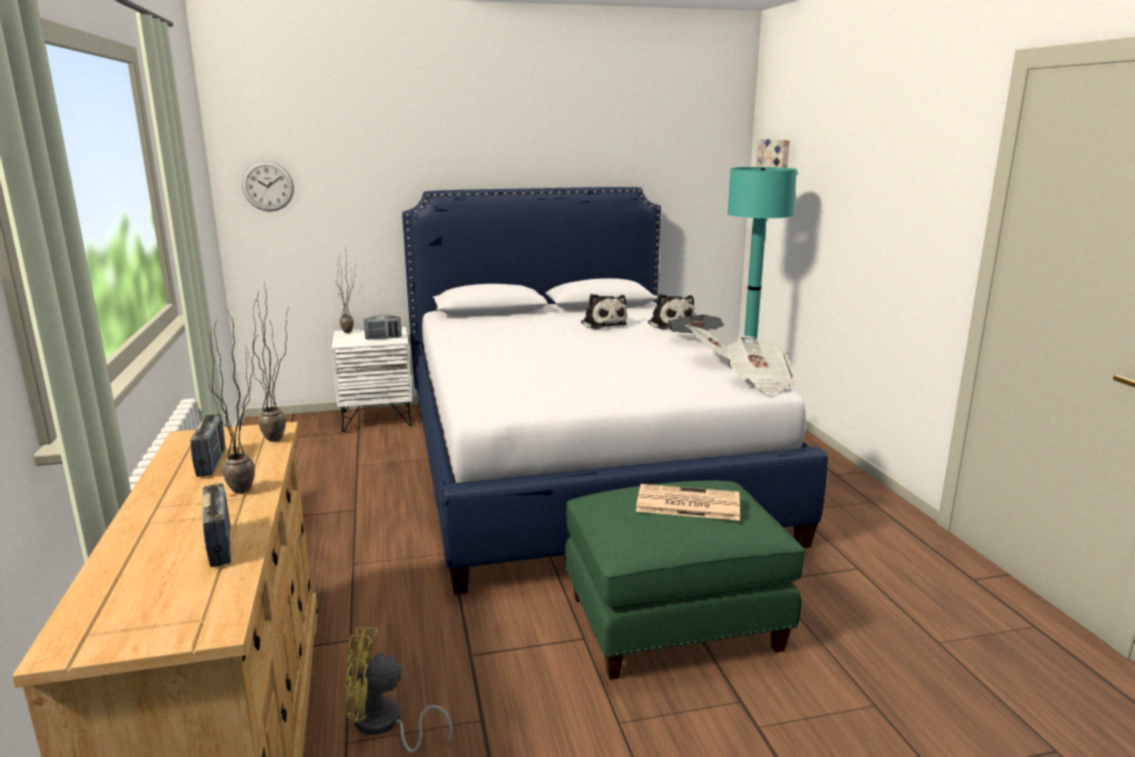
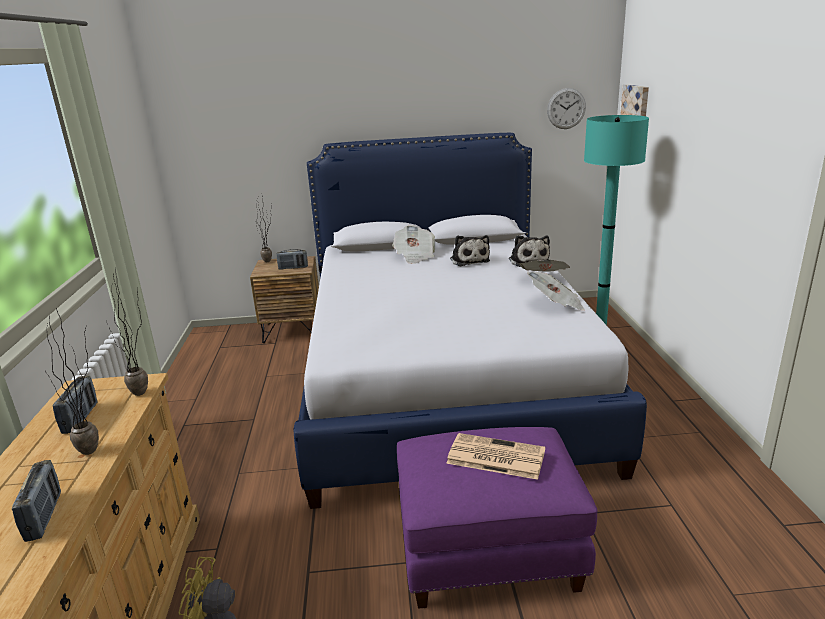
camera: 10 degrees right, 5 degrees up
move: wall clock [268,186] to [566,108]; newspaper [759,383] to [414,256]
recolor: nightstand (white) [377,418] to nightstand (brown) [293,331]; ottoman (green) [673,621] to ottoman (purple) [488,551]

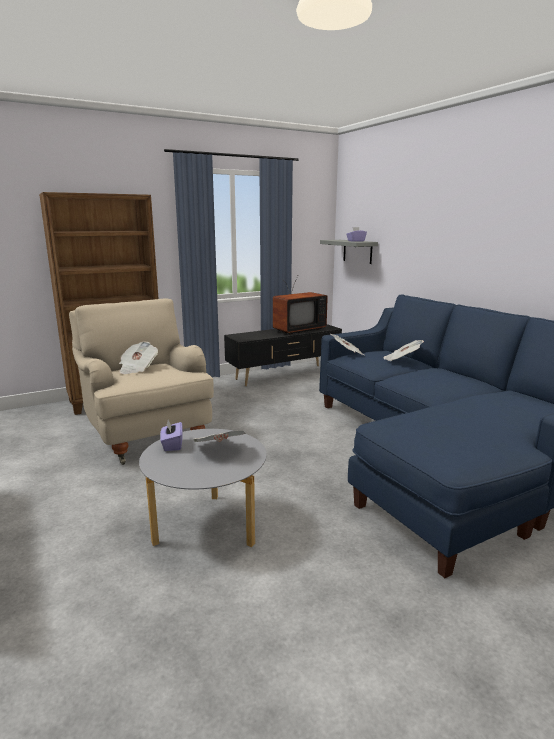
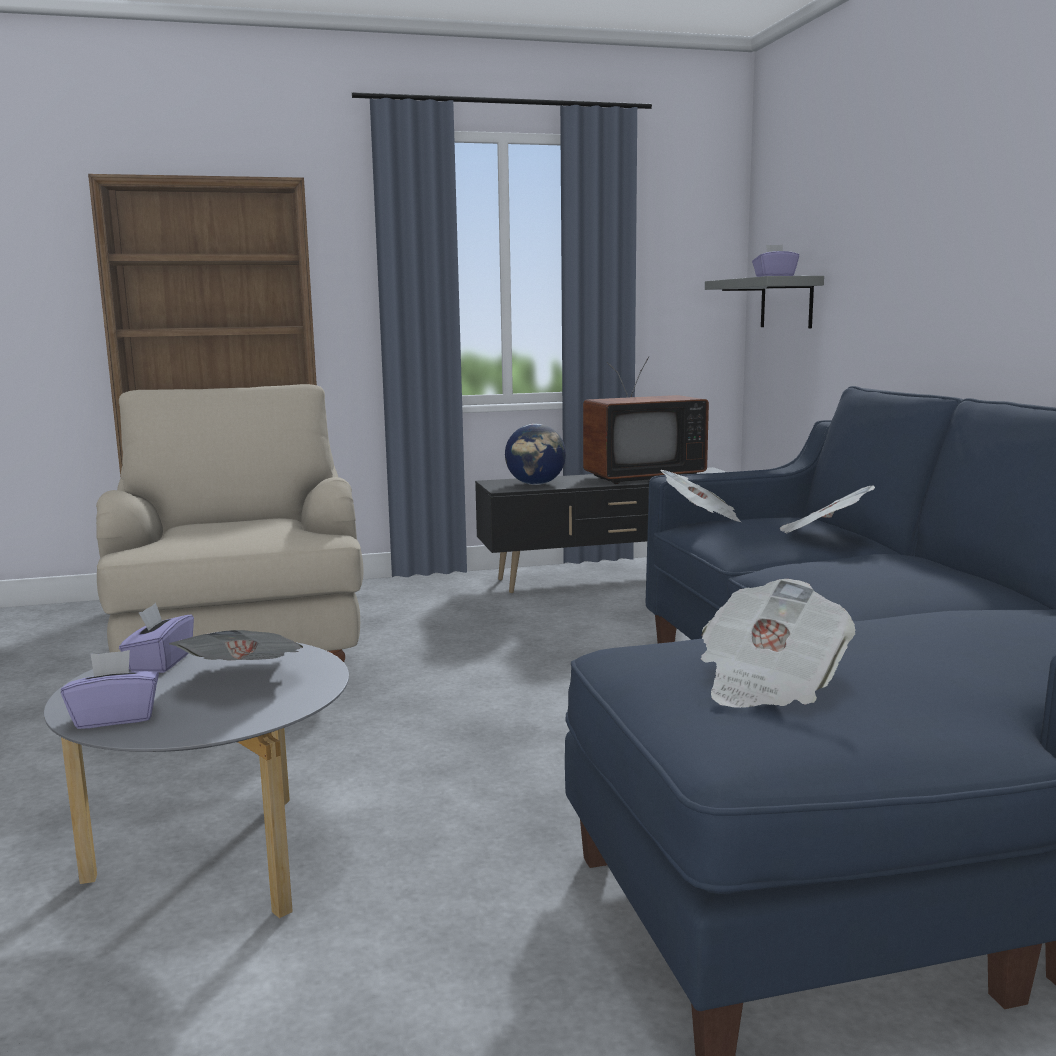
camera: 15 degrees right, 5 degrees down
insert: tissue box (purple) [115,717]; globe [536,484]
move: newspaper [137,368] to [768,683]

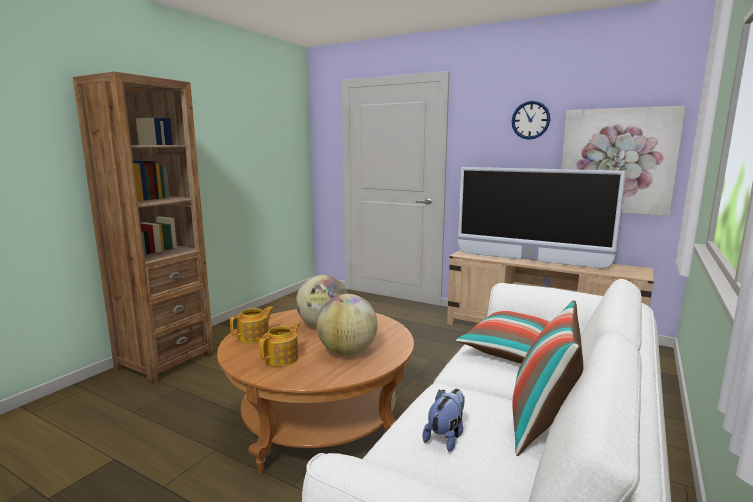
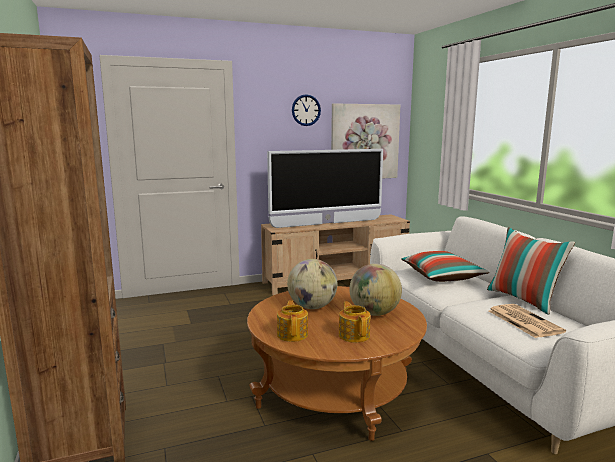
camera: 50 degrees left, 0 degrees up
replace: plush toy [446,436] to newspaper [523,321]

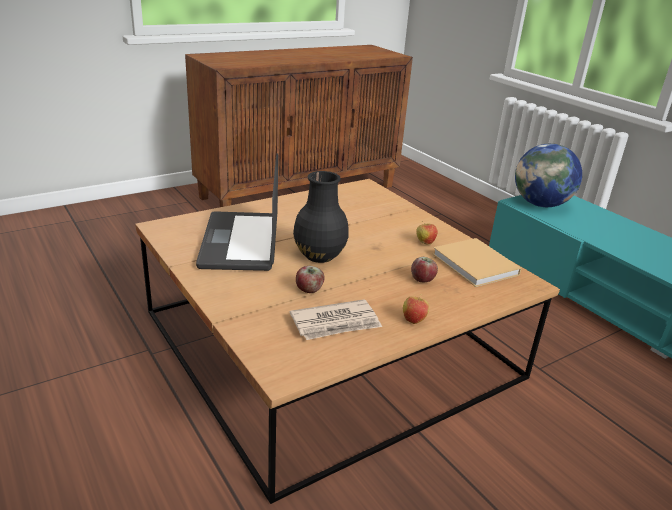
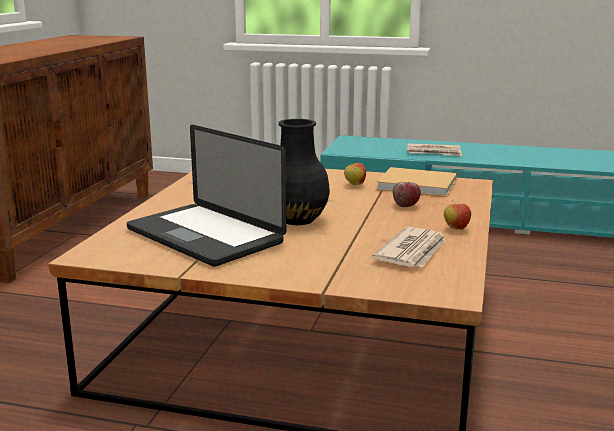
camera: 40 degrees left, 10 degrees down
delete: apple [309,290]; globe [540,204]
insert: newspaper [434,152]

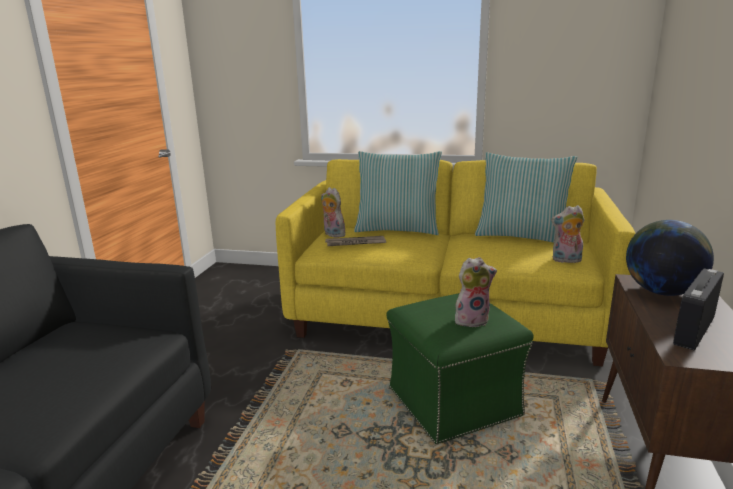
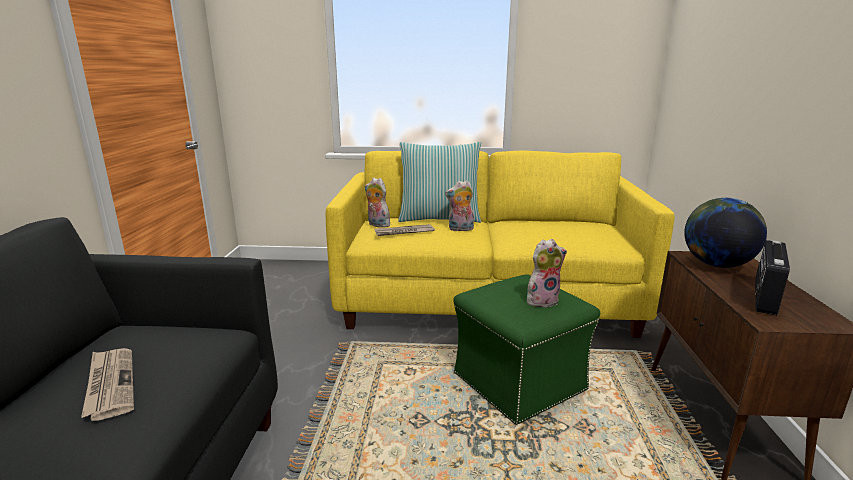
camera: 10 degrees left, 0 degrees up
delete: pillow [521,236]
insert: newspaper [110,384]
move: plush toy [566,260] to [460,229]

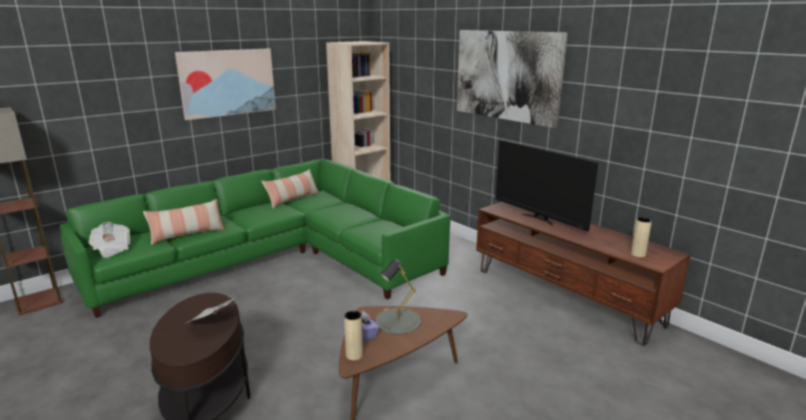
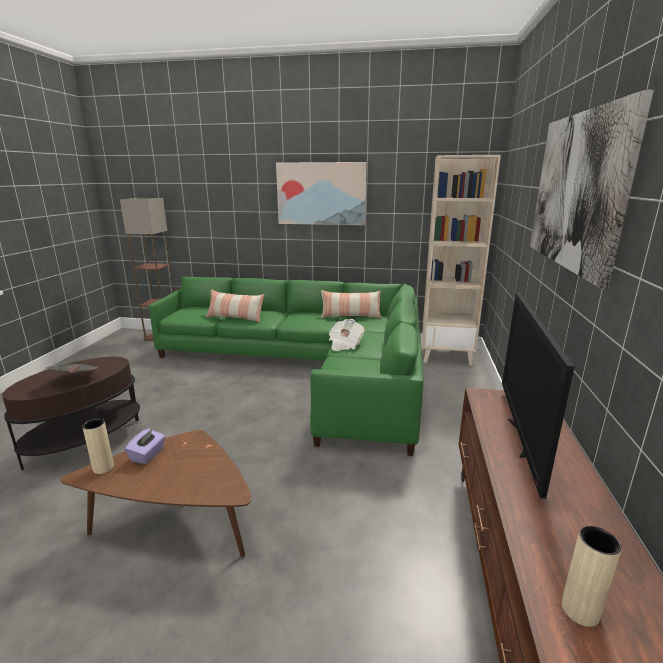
camera: 50 degrees right, 0 degrees up
delete: table lamp (grey) [398,321]
move: newspaper [112,249] to [345,344]

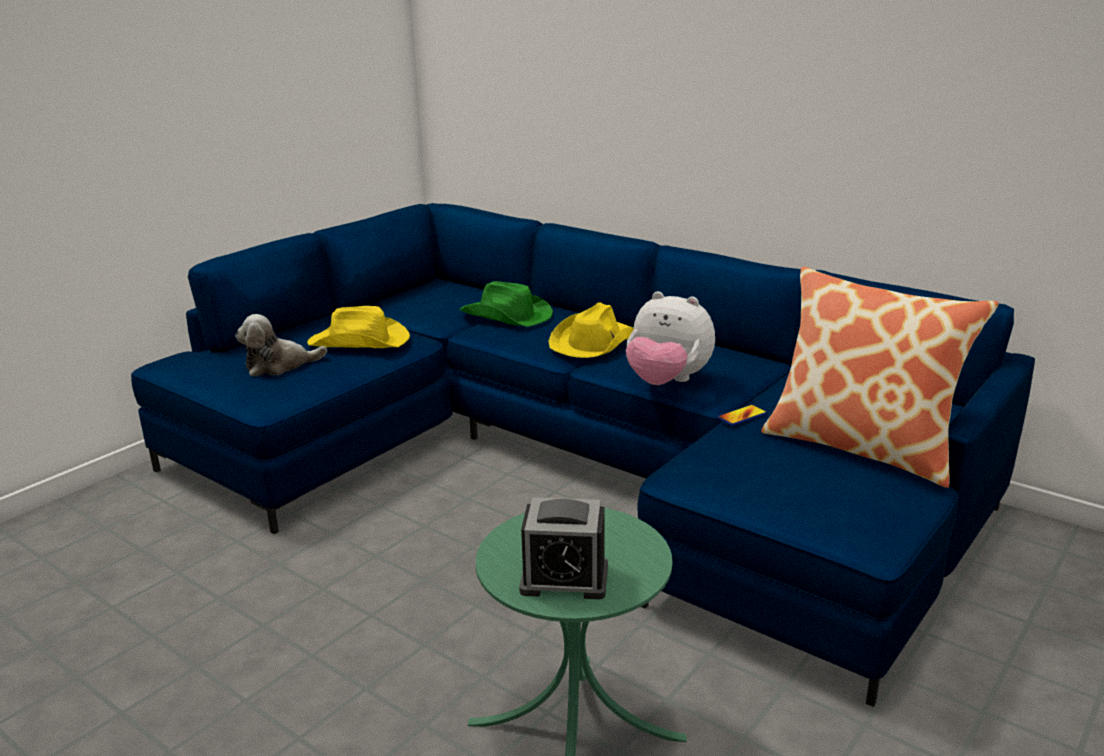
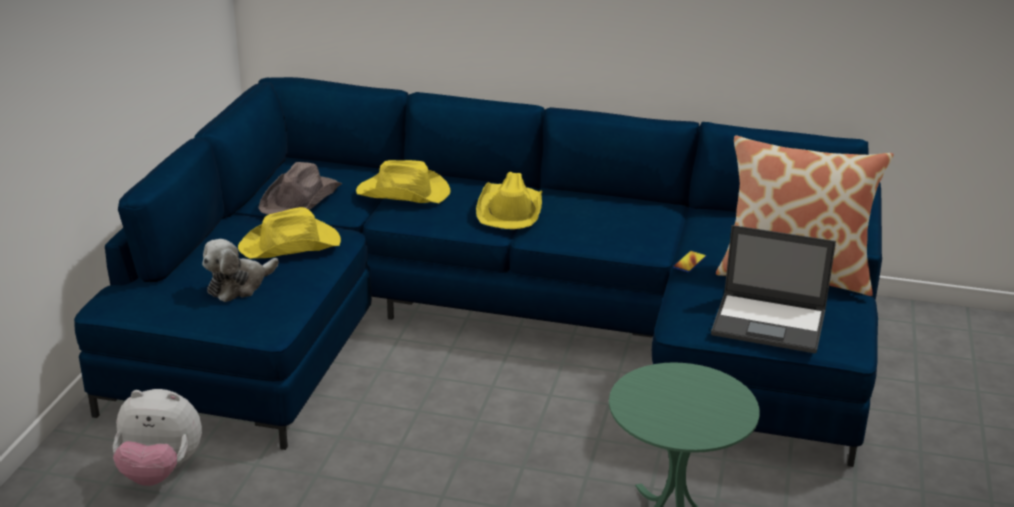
camera: 25 degrees left, 5 degrees up
delete: alarm clock [564,579]
insert: hat (brown) [301,198]; laptop [770,323]
move: plush toy [667,382] to [160,472]
recolor: hat (green) [506,316] to hat (yellow) [404,193]

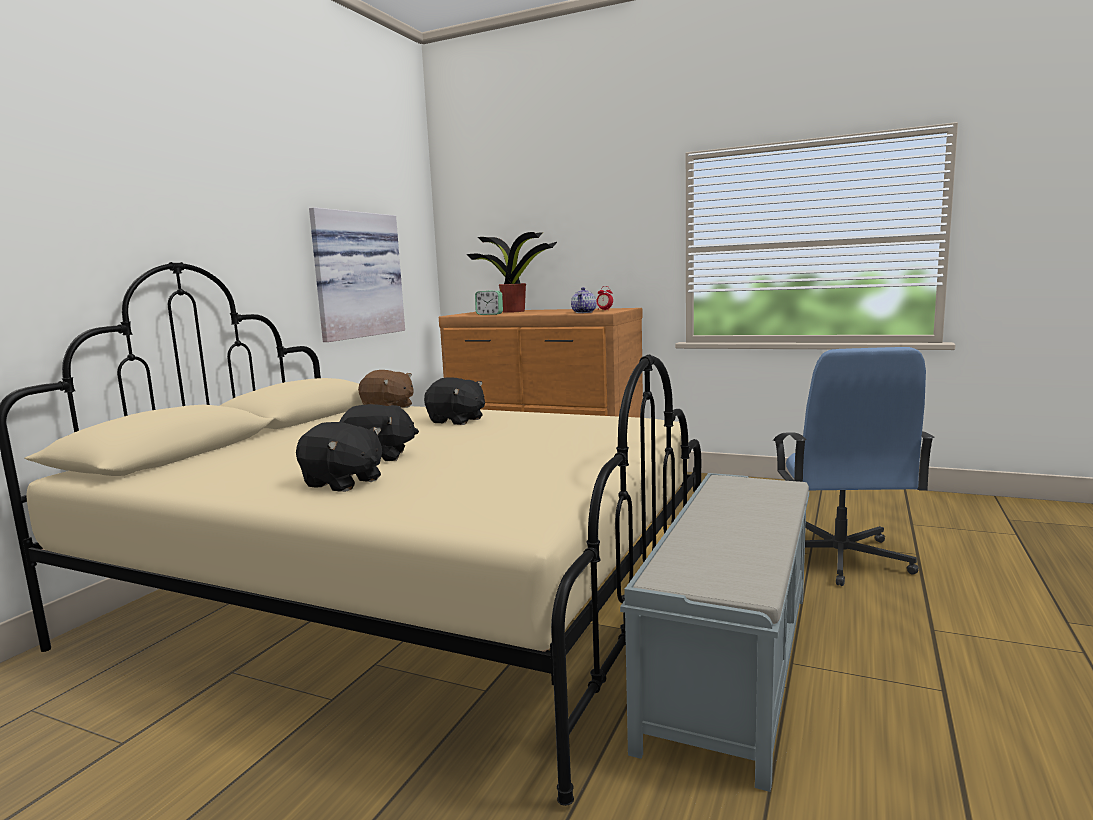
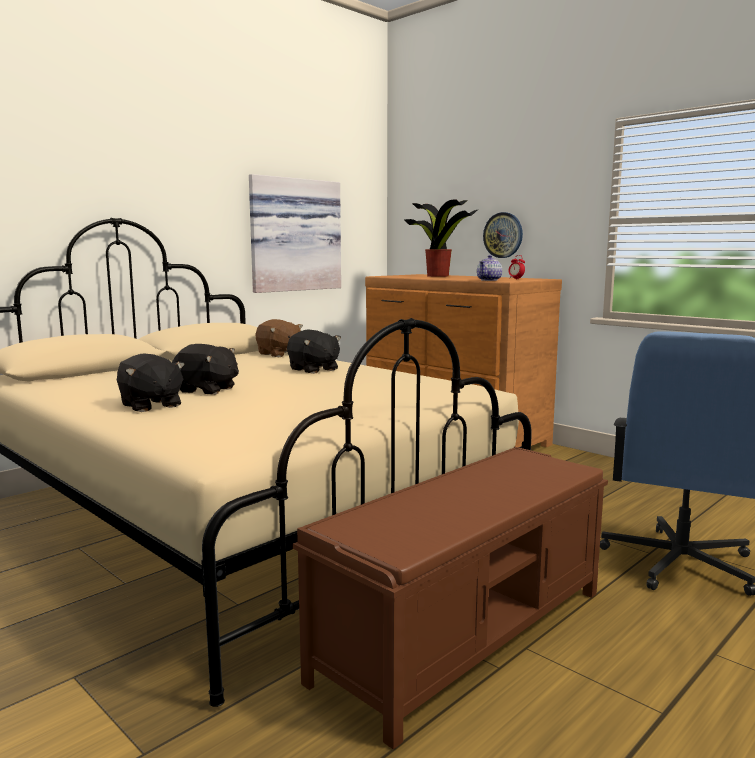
camera: 20 degrees right, 0 degrees up
delete: alarm clock [489,314]
insert: wall clock [503,235]
recolor: bench (grey) [731,662] to bench (brown) [467,633]

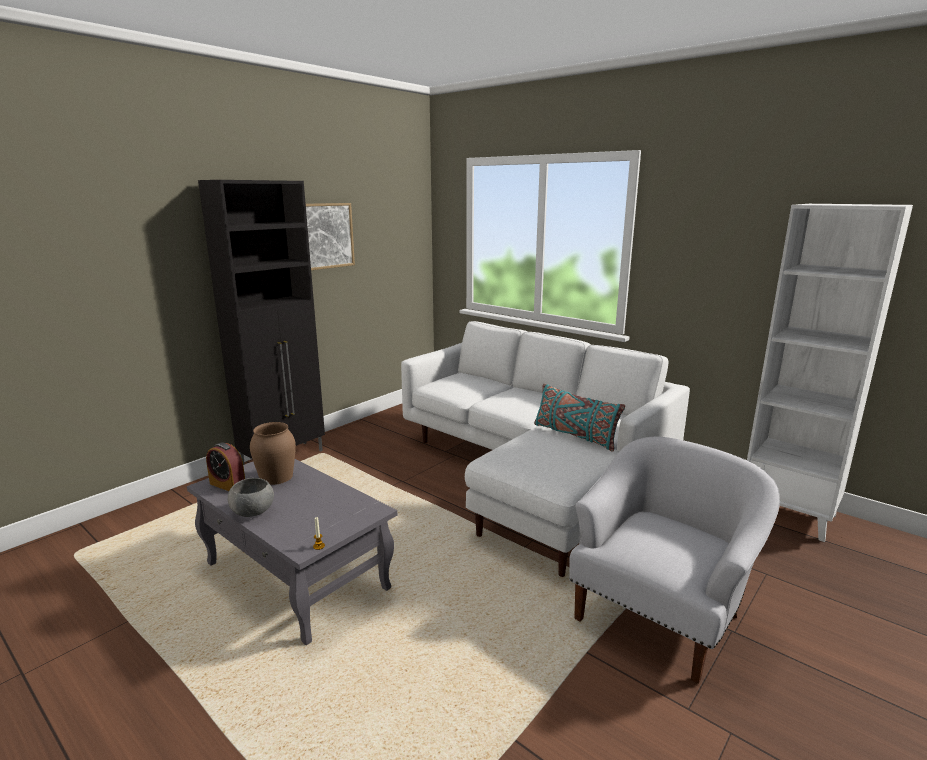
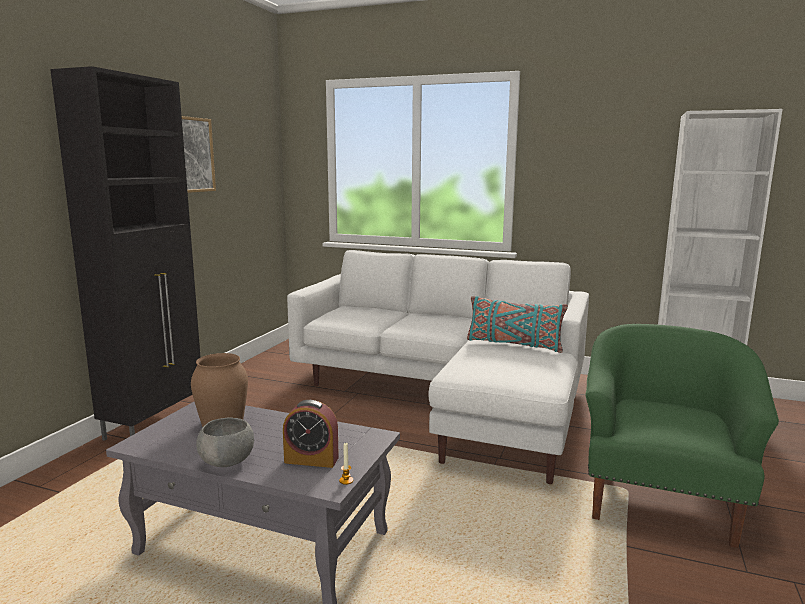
camera: 20 degrees left, 5 degrees down
move: alarm clock [227,485] to [311,460]
recolor: armchair (white) [660,614] to armchair (green) [660,498]

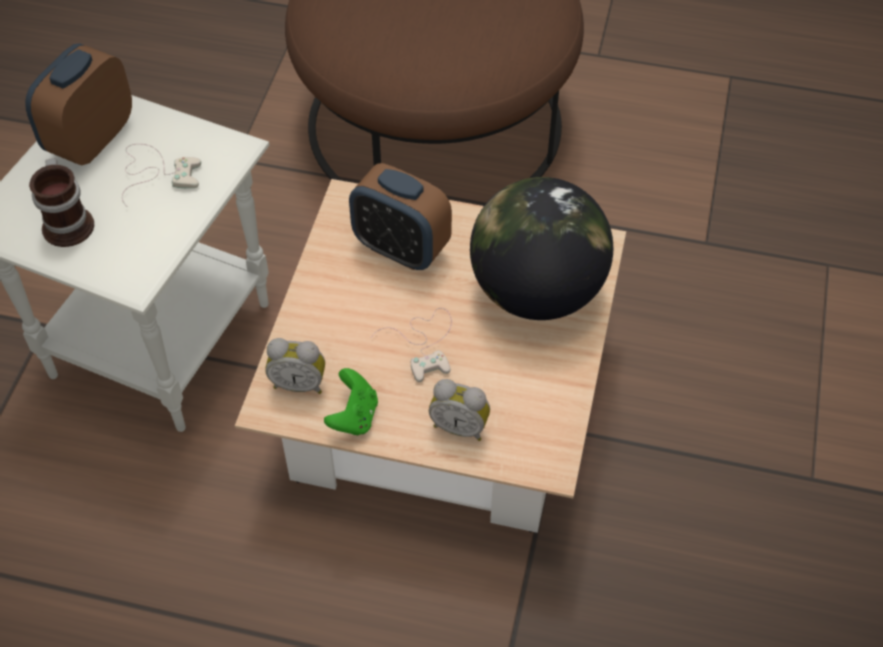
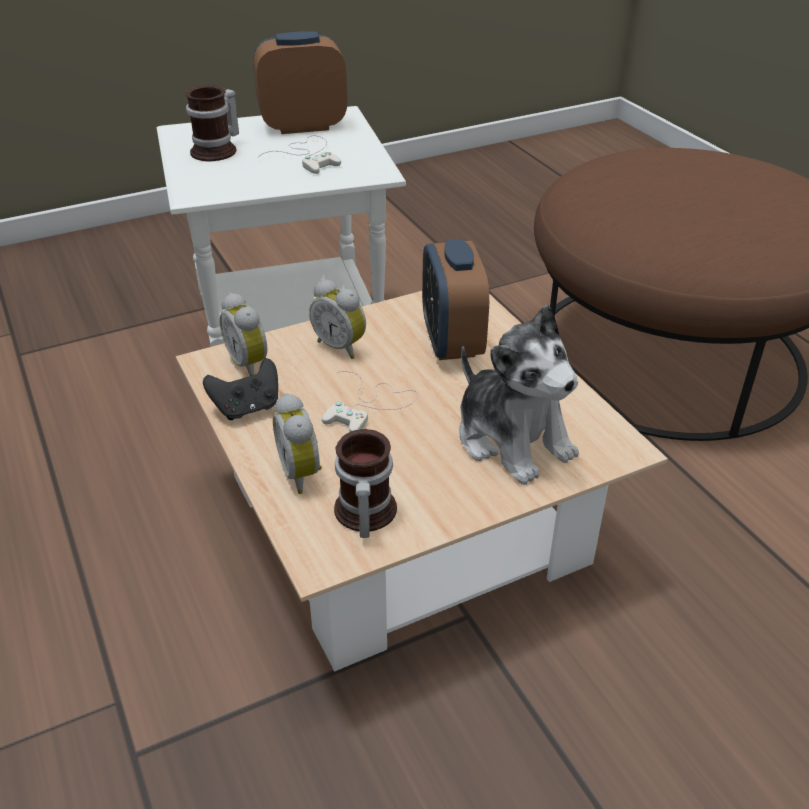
camera: 50 degrees right, 15 degrees down
insert: alarm clock [341,346]; mug [362,514]
replace: globe [536,292] to plush toy [513,439]
recolor: game controller (green) [354,416] to game controller (black) [247,408]

